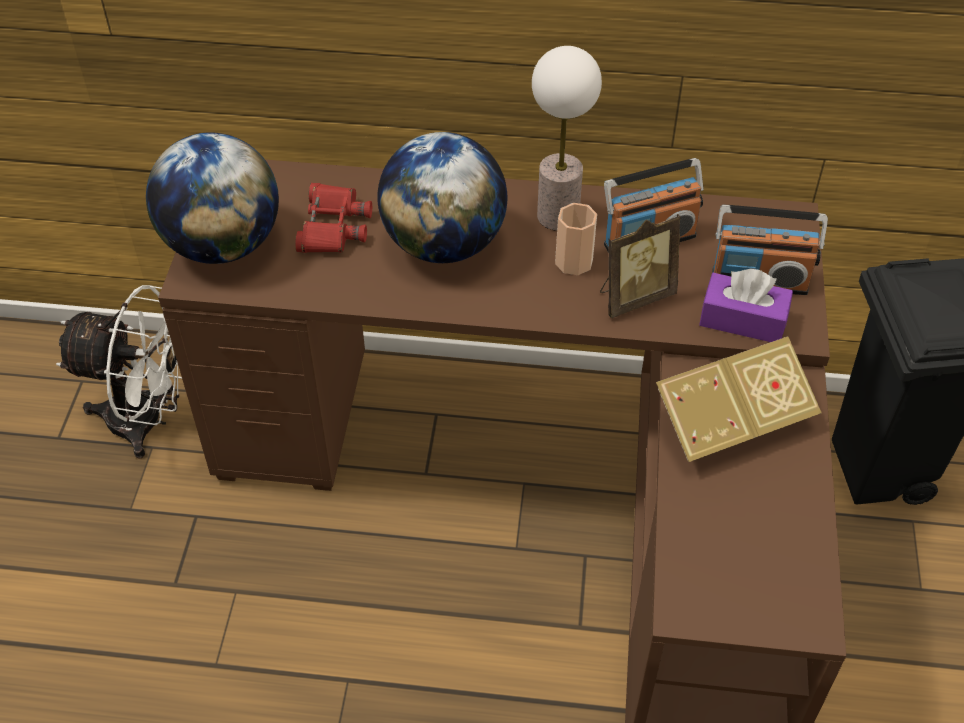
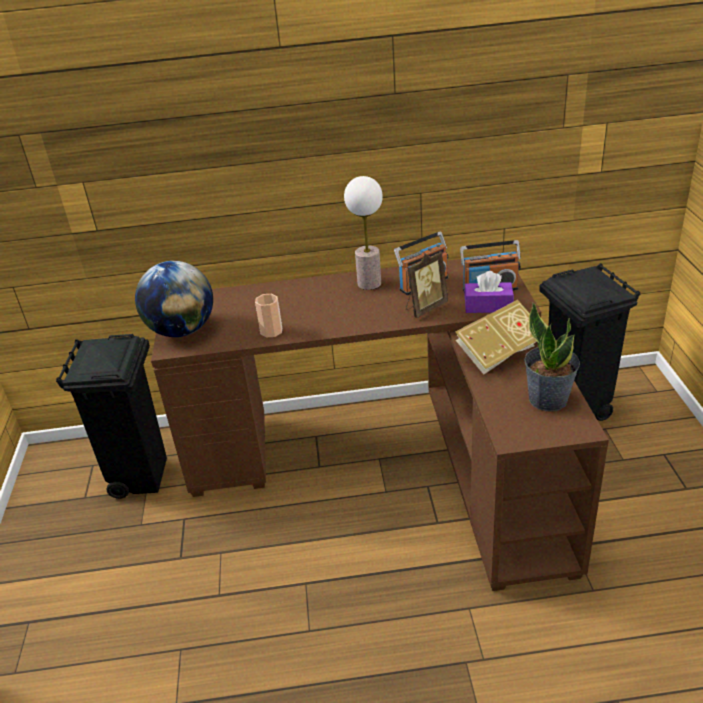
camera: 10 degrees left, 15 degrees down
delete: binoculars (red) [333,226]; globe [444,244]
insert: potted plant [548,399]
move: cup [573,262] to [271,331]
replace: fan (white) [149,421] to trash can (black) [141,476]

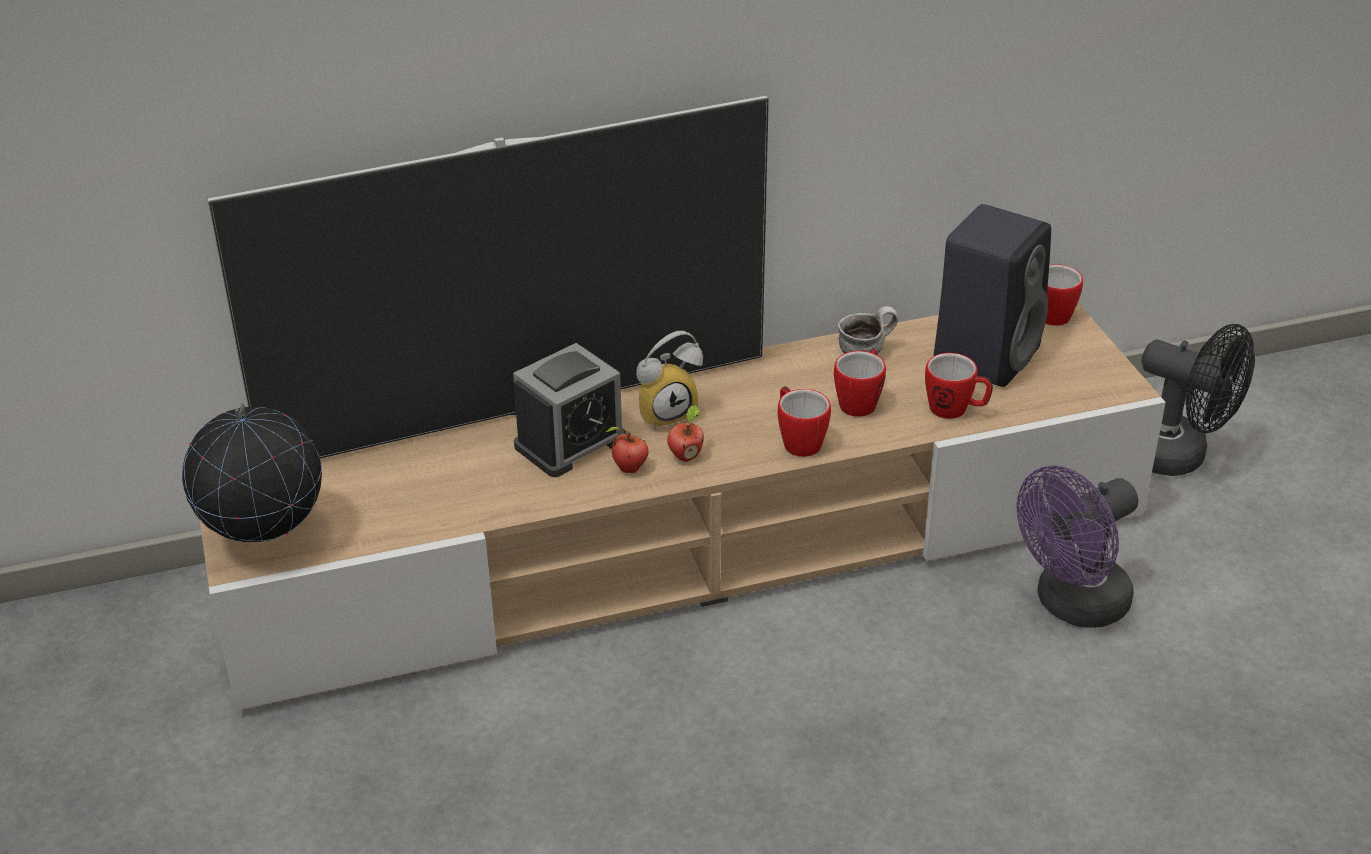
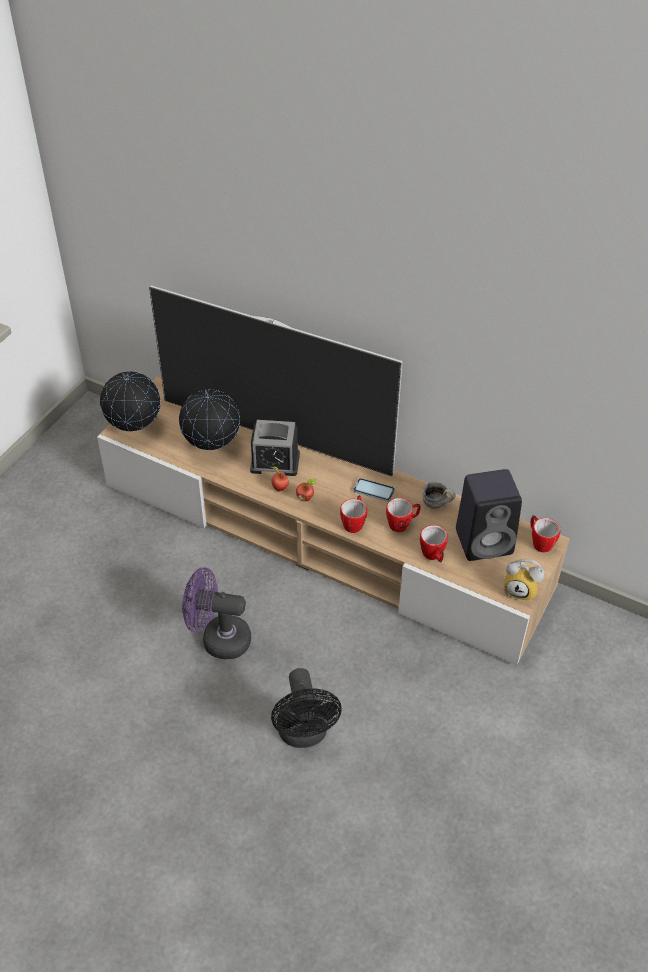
camera: 45 degrees right, 10 degrees up
insert: globe [212,447]; phone [374,491]
move: alarm clock [666,412] to [521,590]; fan (purple) [1072,605] to [218,639]; fan (black) [1177,456] to [304,734]

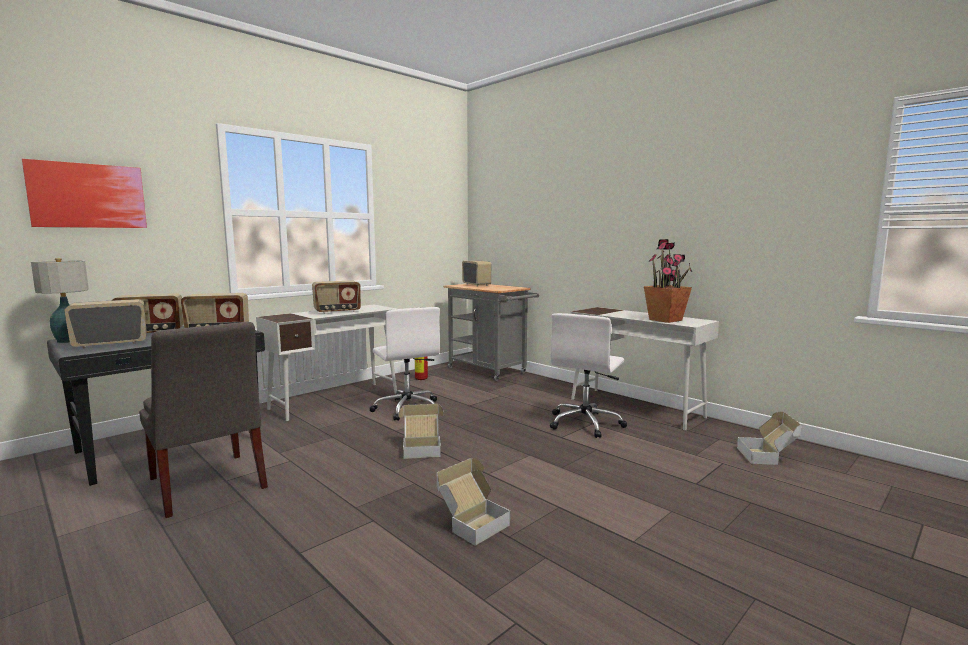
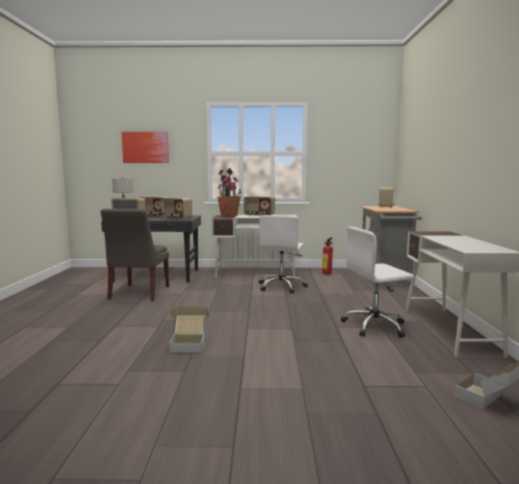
camera: 45 degrees right, 0 degrees up
delete: cardboard box [422,448]
move: potted plant [666,320] to [229,216]

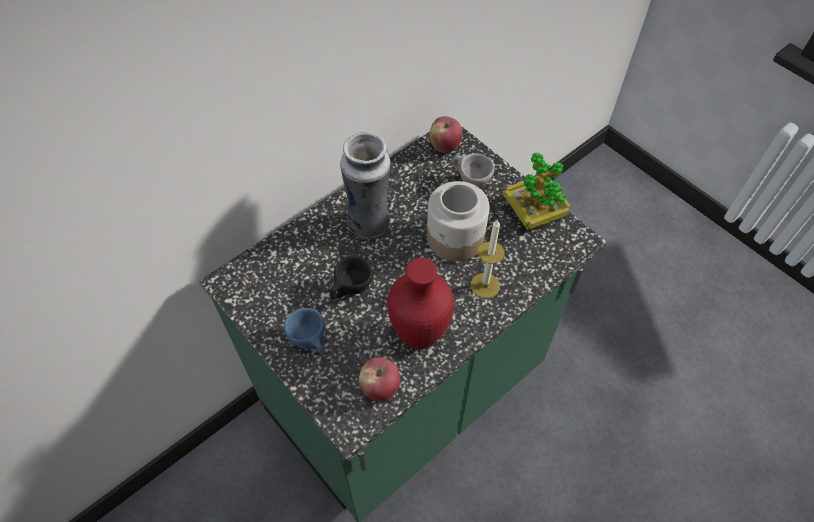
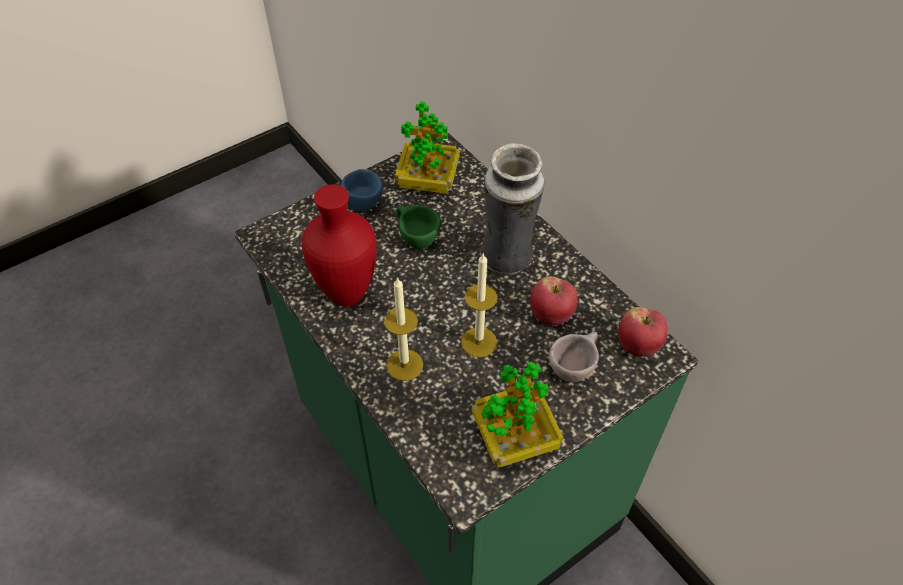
camera: 95 degrees right, 5 degrees down
insert: potted plant [428,182]
move: apple [380,388] to [551,316]
replace: jar [455,238] to candle [479,342]
recolor: cup (black) [350,291] to cup (green) [415,240]

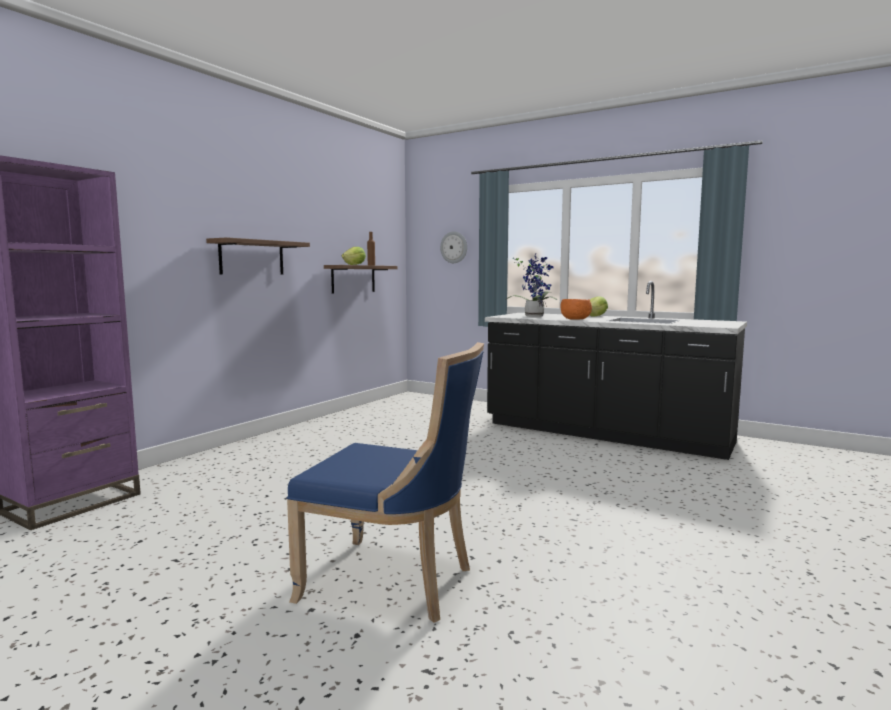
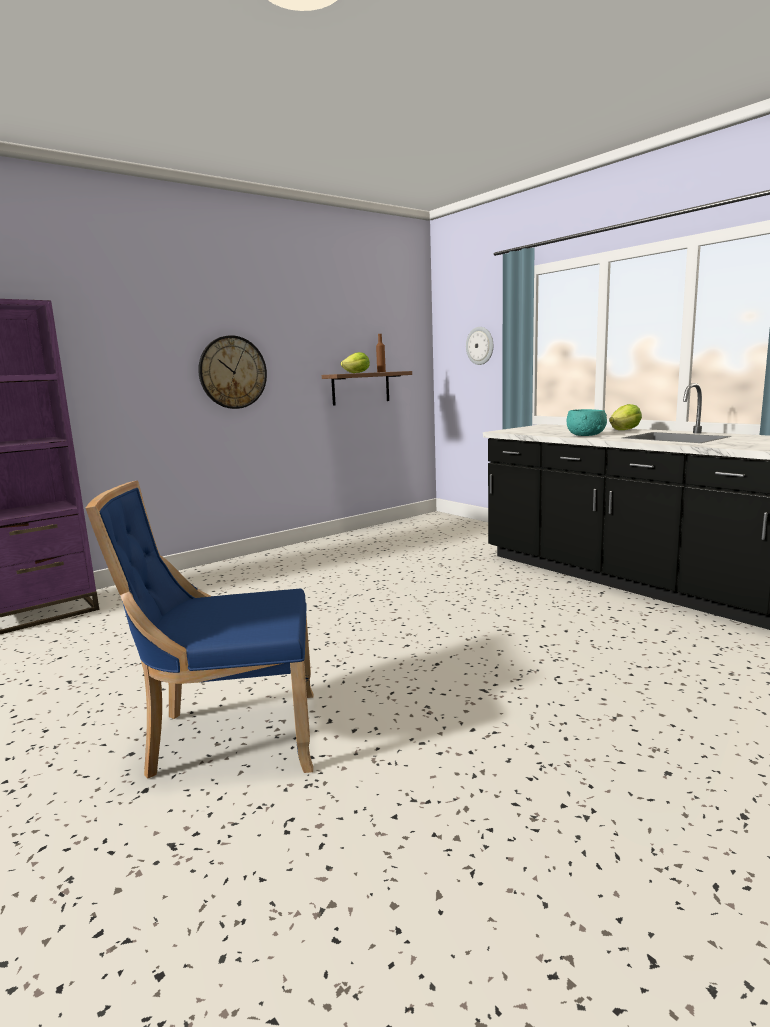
camera: 20 degrees right, 5 degrees up
delete: potted plant [534,316]
replace: shelf [252,257] to wall clock [232,372]
recolor: bowl (orange) [575,319] to bowl (turquoise) [586,435]
rotate: chair (blue) [394,582] = [228,737] 135 degrees clockwise

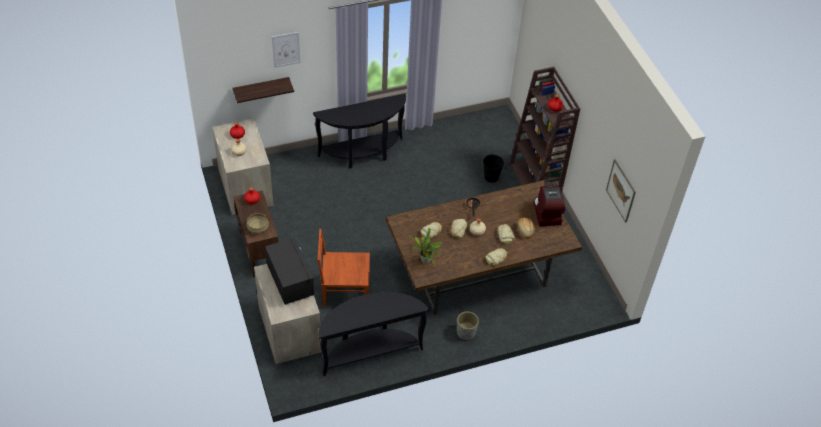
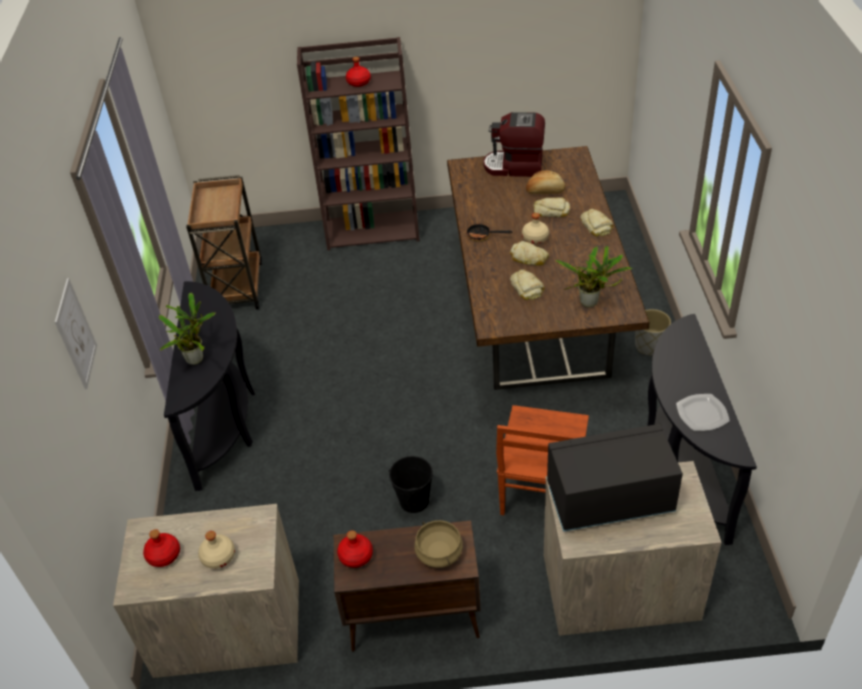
camera: 70 degrees left, 5 degrees down
delete: shelf [261,89]; picture [621,190]
insert: potted plant [196,357]; cart (brown) [237,286]; plate [702,414]
move: bucket (black) [491,177] to [414,500]

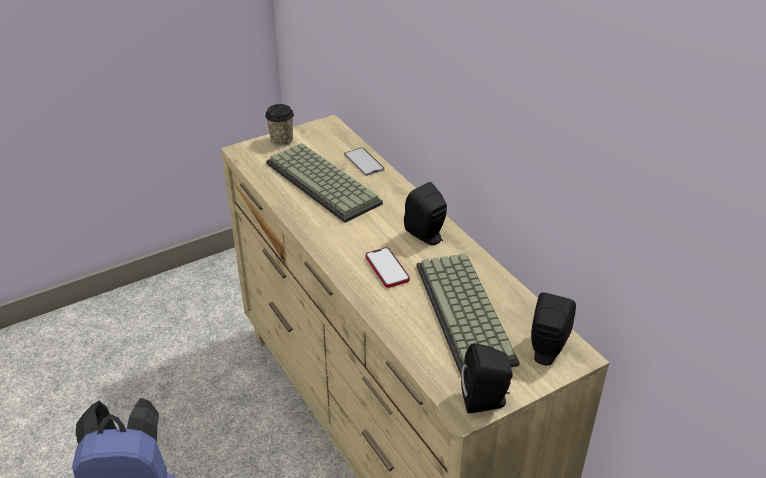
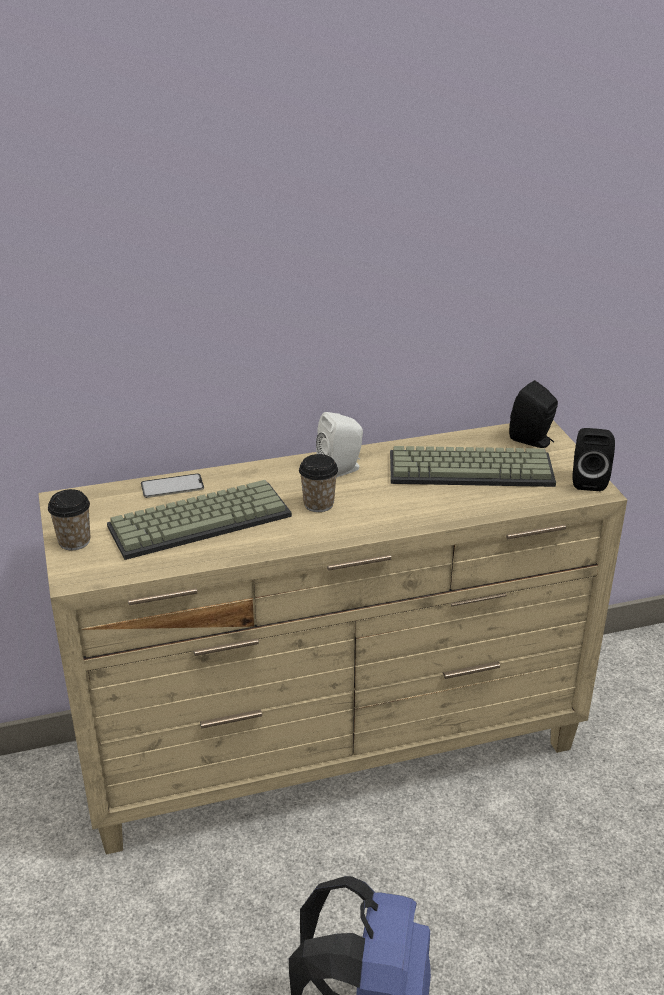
camera: 75 degrees left, 5 degrees down
delete: phone [387,268]
insert: cup [318,504]
recolor: speaker (black) [427,236] to speaker (white) [342,469]

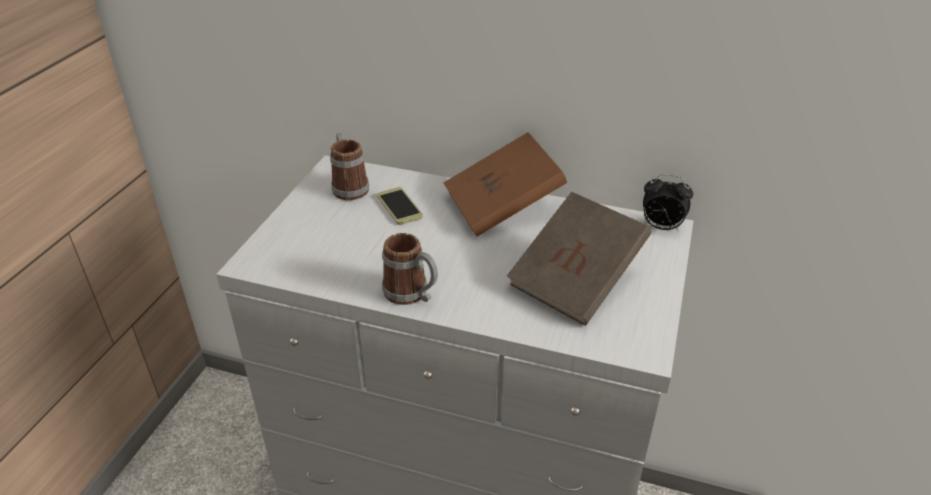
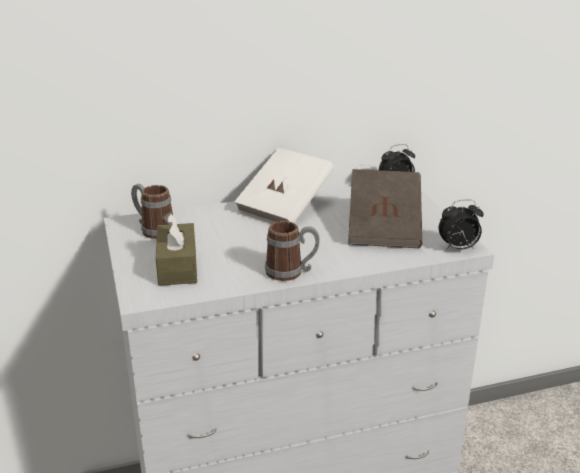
camera: 35 degrees left, 10 degrees down
delete: phone [399,206]
insert: tissue box (brown) [177,266]; alarm clock [458,248]
recolor: book (brown) [502,207] to book (white) [285,207]

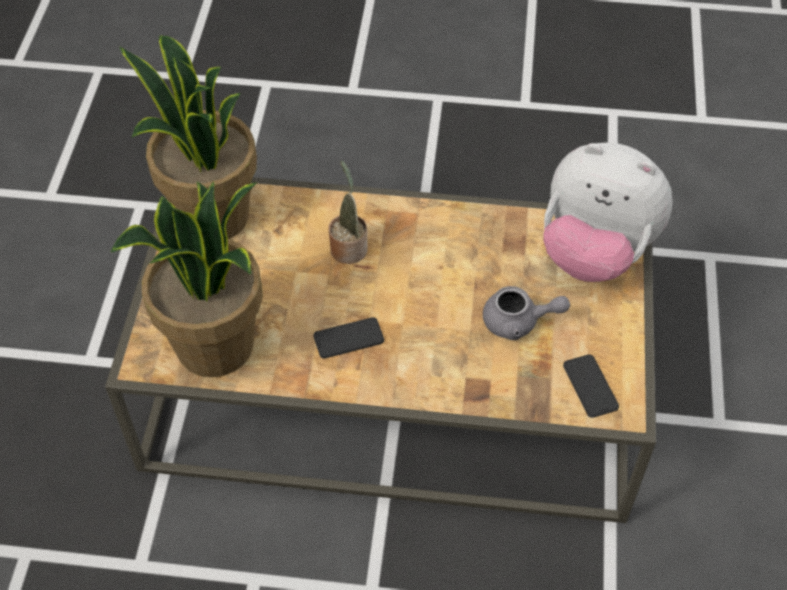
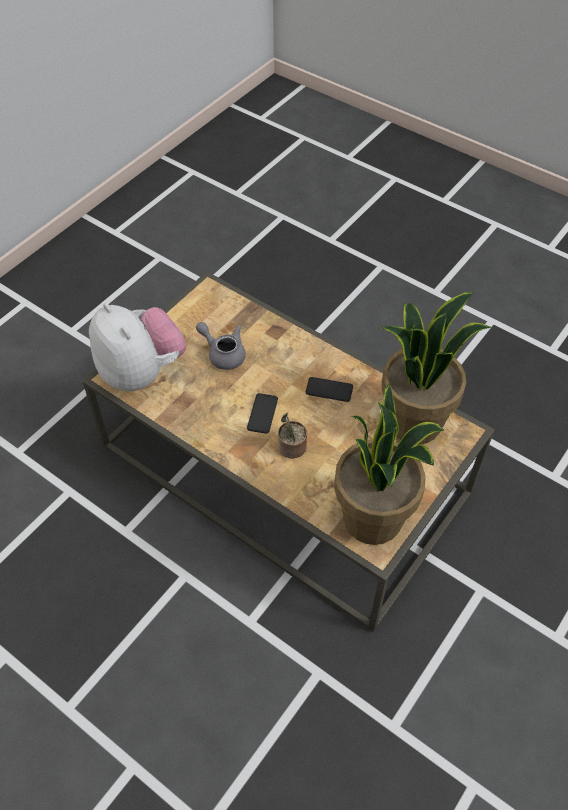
camera: 150 degrees left, 0 degrees up
move: phone [590,386] to [262,413]

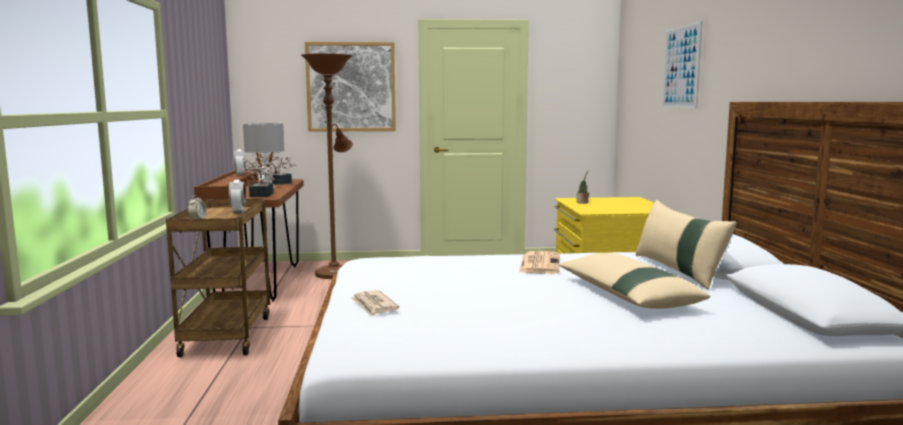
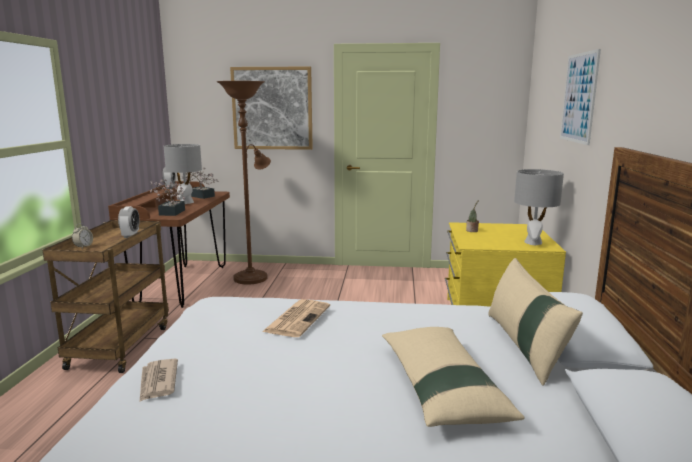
camera: 10 degrees right, 5 degrees up
insert: table lamp (grey) [533,243]
move: newspaper [539,263] to [297,318]

